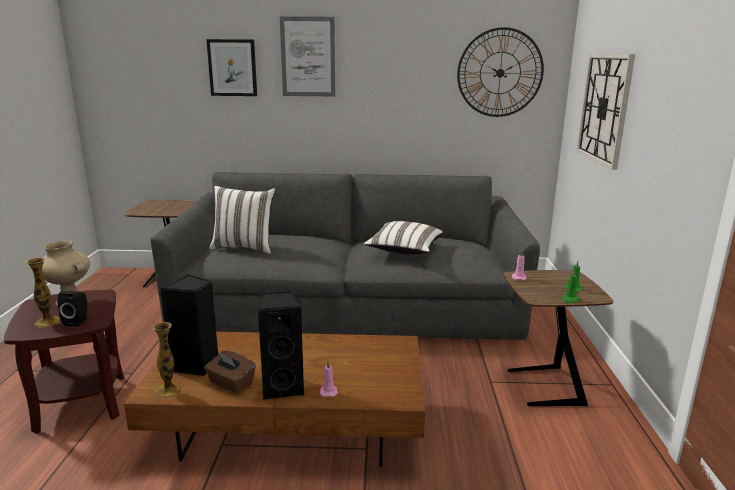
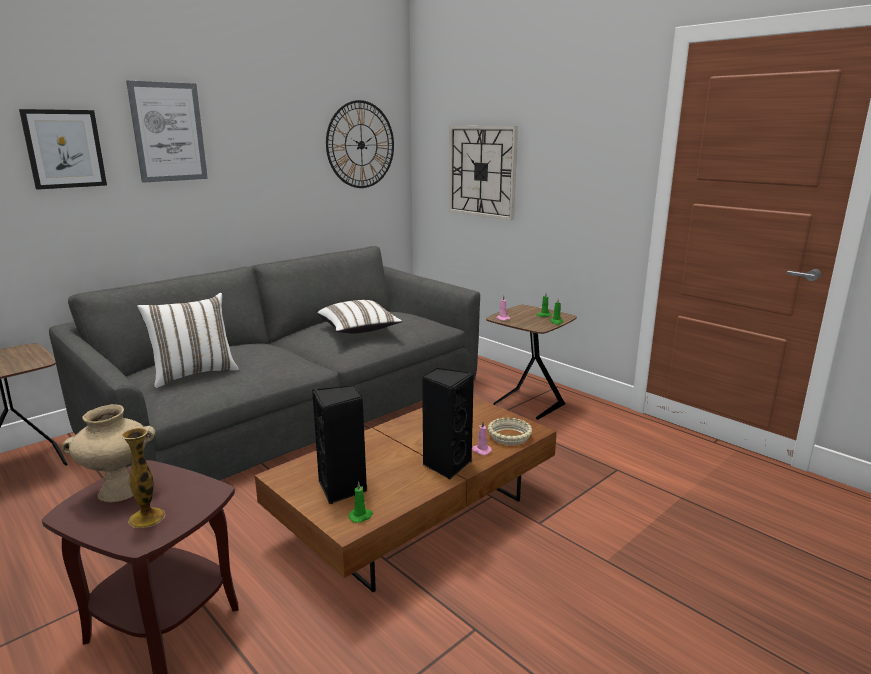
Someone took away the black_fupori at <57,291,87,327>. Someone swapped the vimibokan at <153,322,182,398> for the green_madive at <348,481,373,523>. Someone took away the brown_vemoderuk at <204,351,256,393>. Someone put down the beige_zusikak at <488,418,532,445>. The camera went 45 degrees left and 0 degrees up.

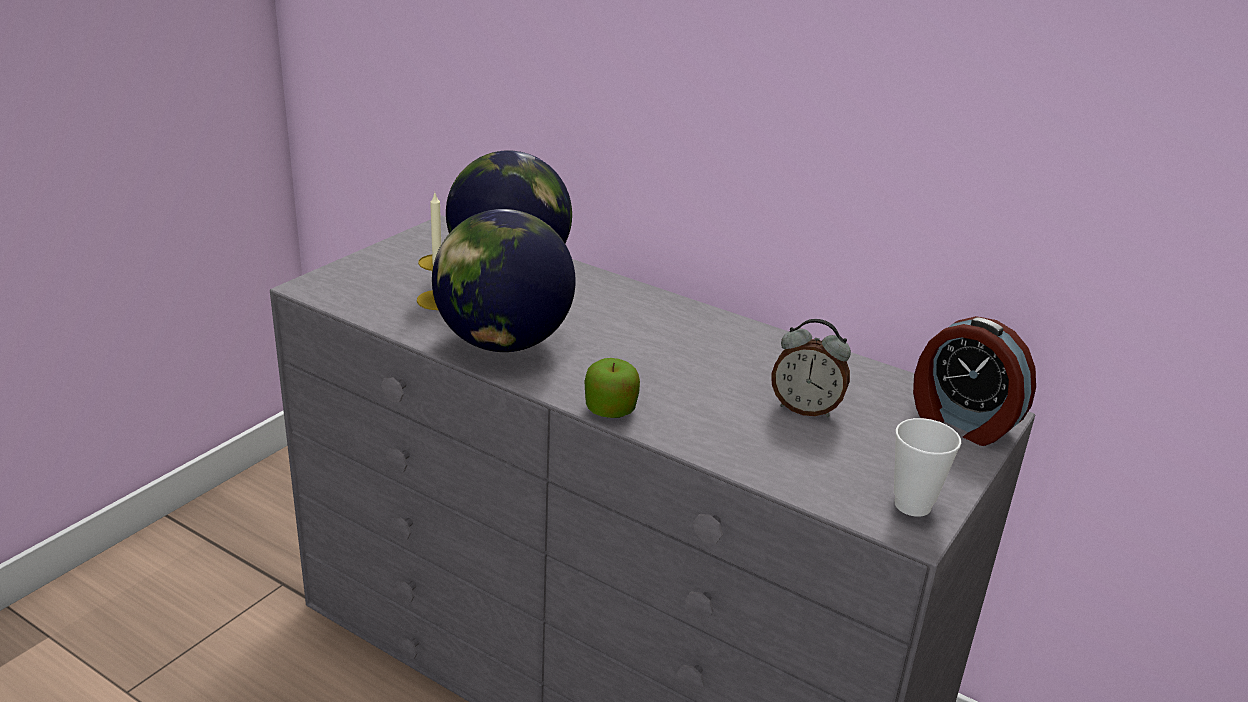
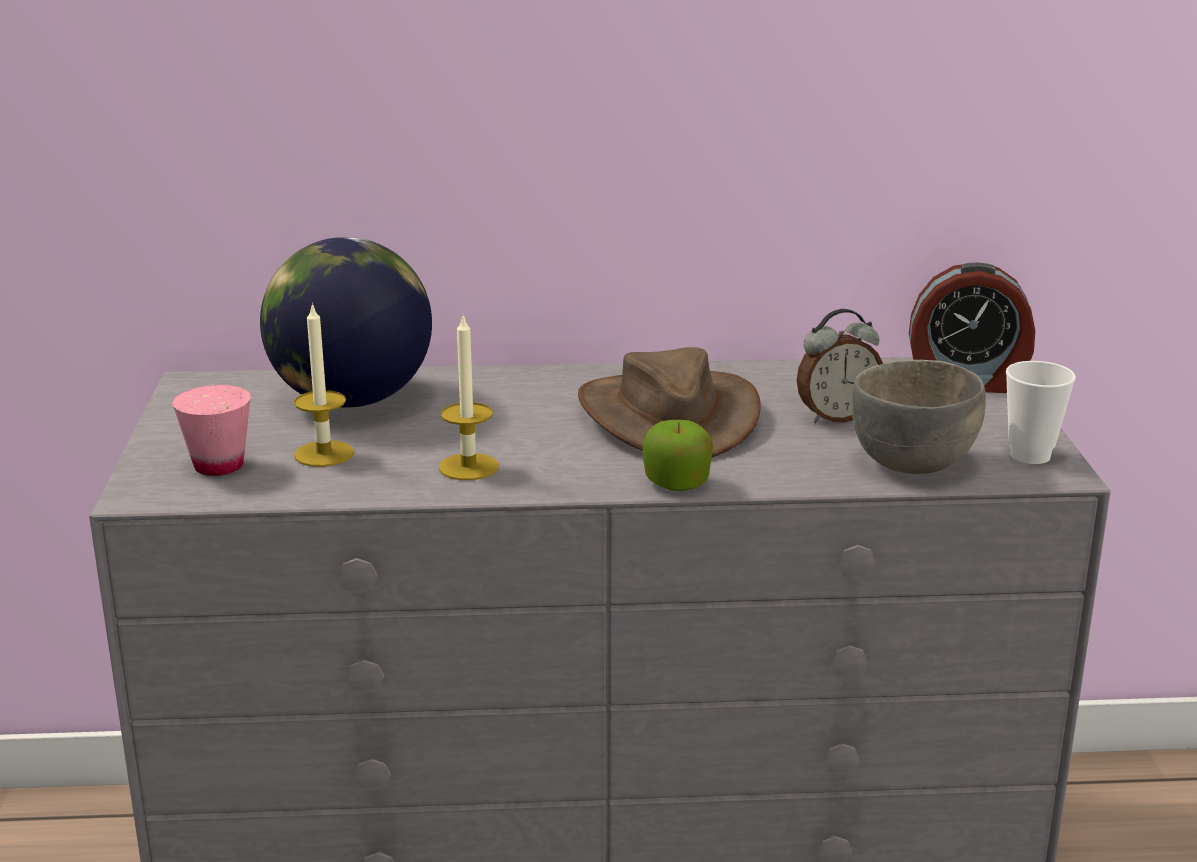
Someone swapped the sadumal at <432,209,576,352> for the madive at <439,313,499,480>. Someone put down the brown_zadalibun at <578,347,761,457>. Someone put down the grey_zusikak at <852,360,986,474>. Someone put down the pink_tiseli at <172,385,251,476>. The camera went 35 degrees left and 5 degrees down.

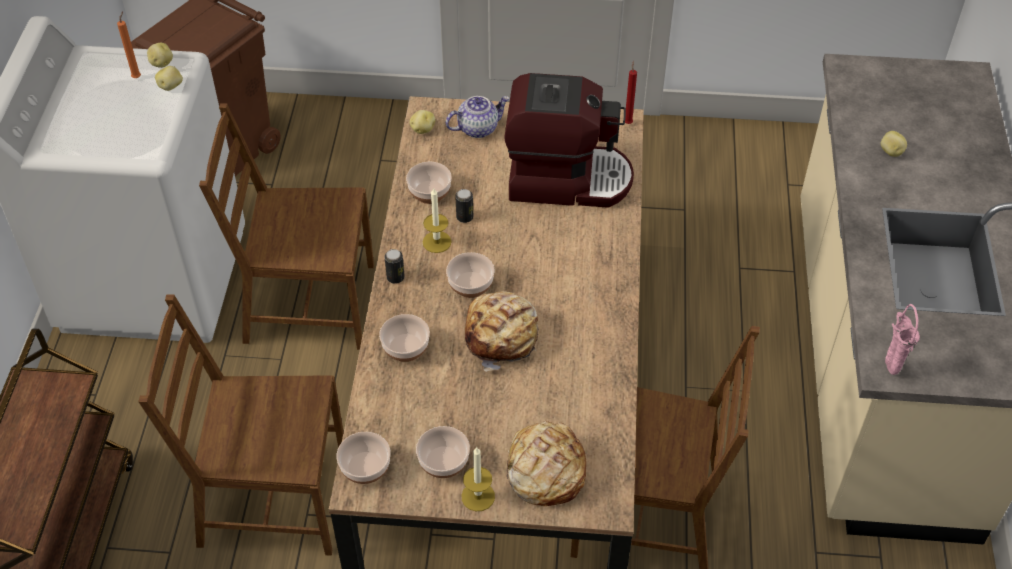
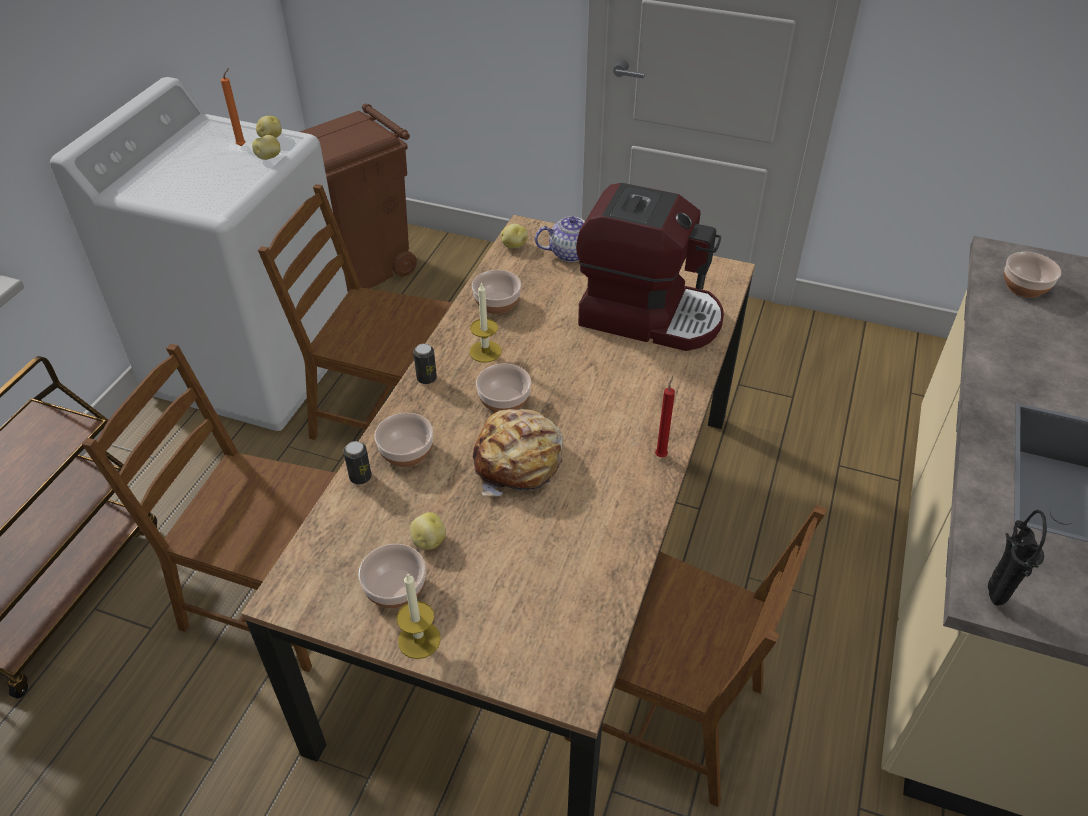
Someone carried the red_madive from <625,61,637,124> to <655,376,675,457>. Someone carried the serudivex from <881,131,907,157> to <410,512,446,550>. Someone carried the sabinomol from <455,189,473,223> to <343,441,372,484>. Someone repainted the pink_vimibokan at <885,304,920,375>, which became the black_vimibokan at <988,510,1047,606>. Someone took away the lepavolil at <507,421,586,506>. Someone carried the zusikak from <336,432,391,484> to <1004,252,1061,298>. The camera went 15 degrees right and 5 degrees down.

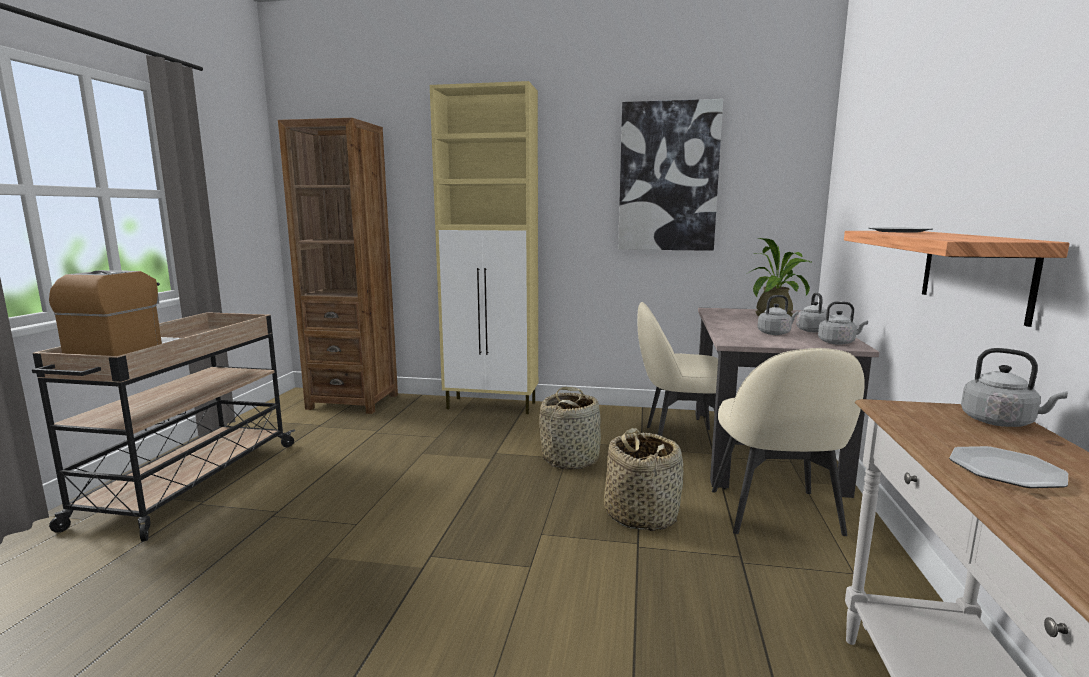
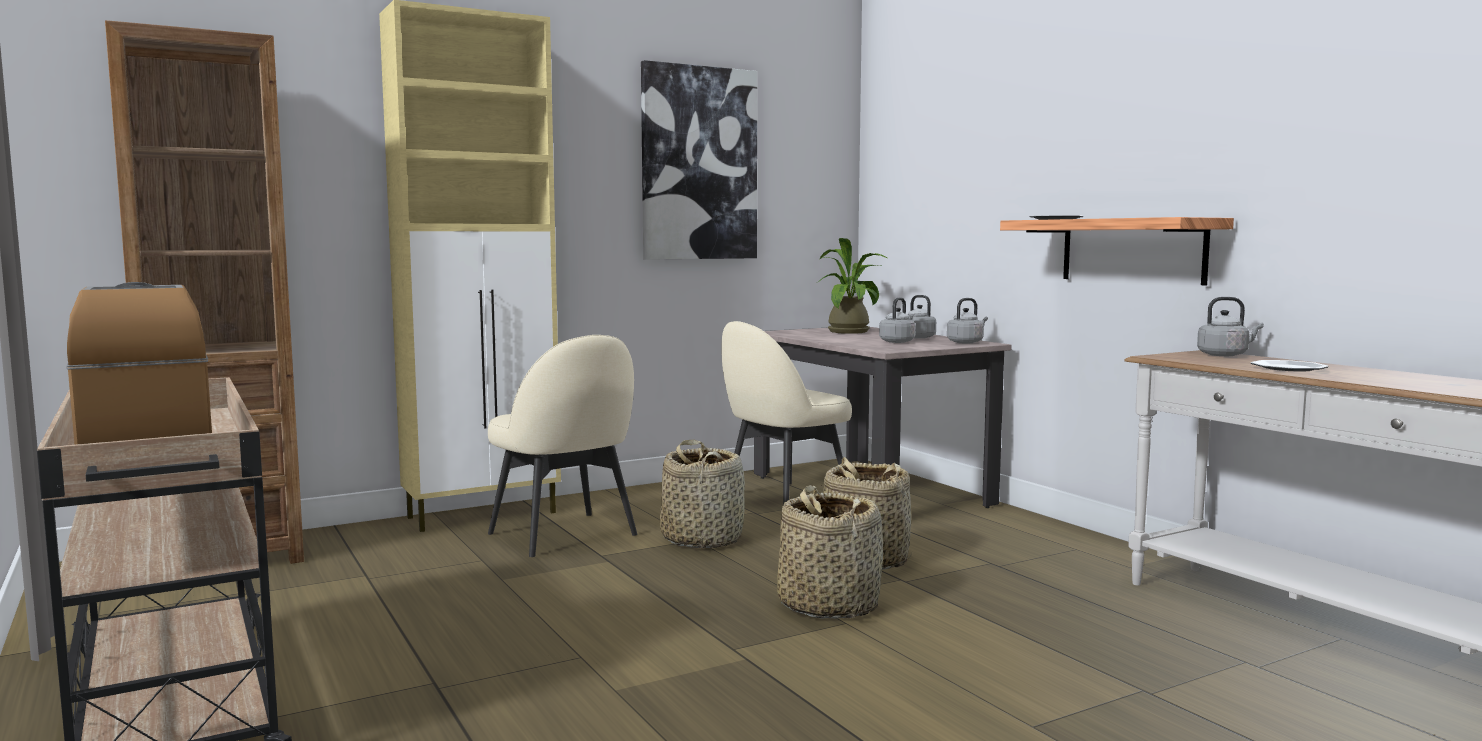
Someone carried the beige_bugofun from <712,348,865,536> to <488,335,637,557>. Someone put down the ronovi at <777,485,883,619>. The camera went 40 degrees left and 5 degrees down.

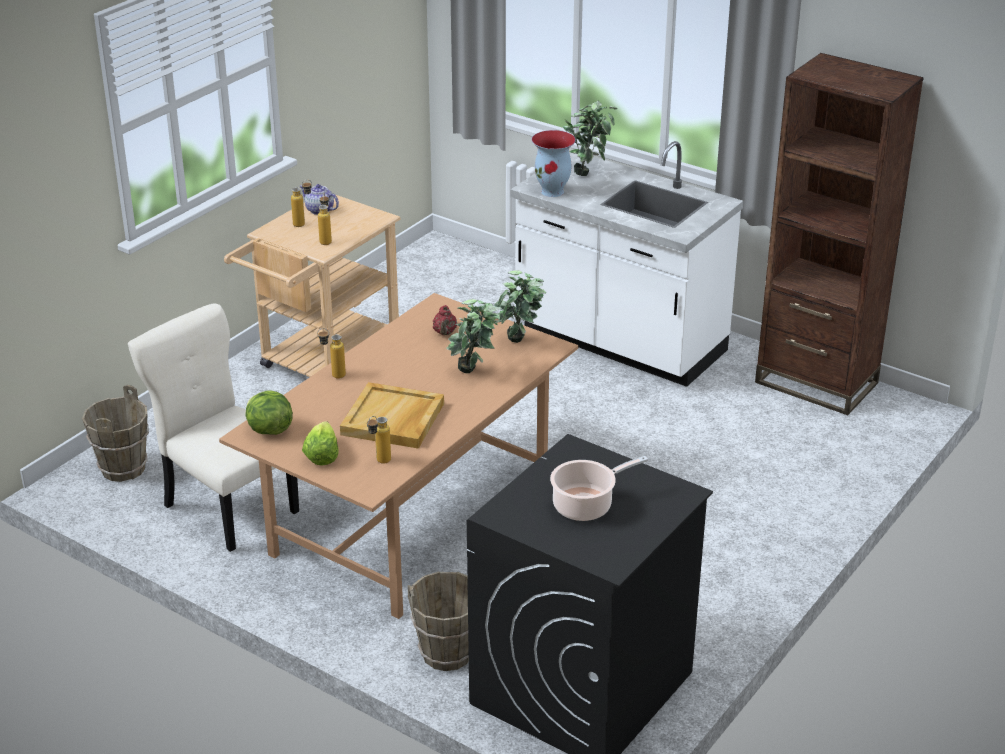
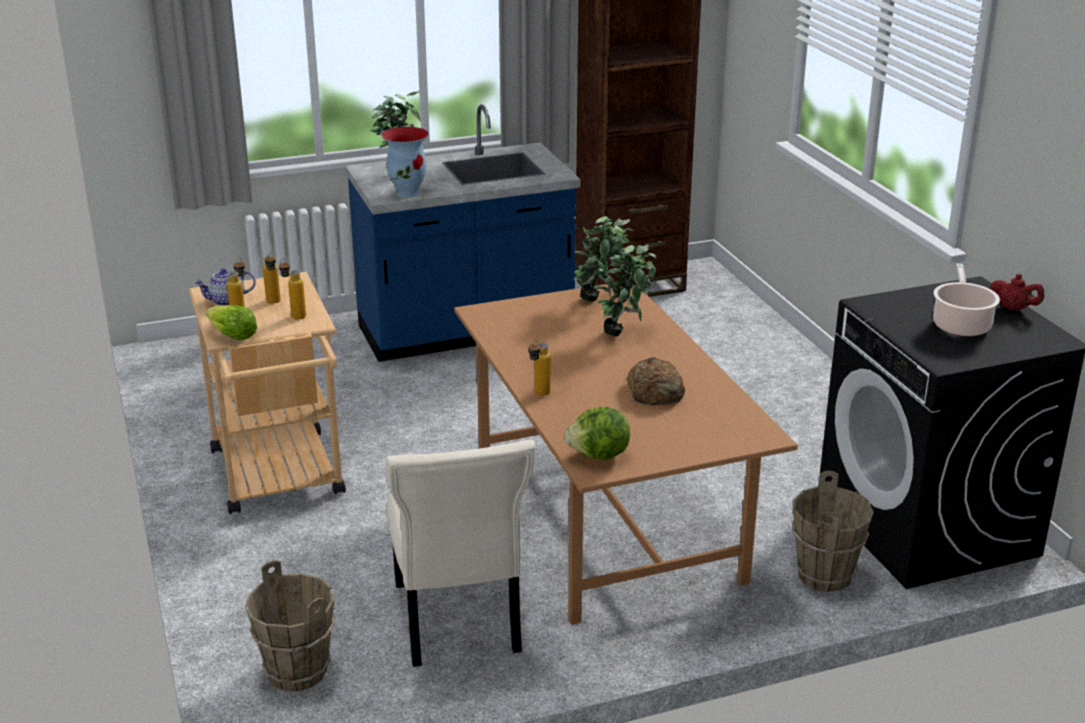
Someone repainted the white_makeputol at <510,141,744,387>, which became the blue_makeputol at <345,105,580,362>. Someone rotated the beige_bugofun at <128,303,299,552> by 90 degrees counterclockwise. Someone carried the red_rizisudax from <433,305,457,335> to <990,274,1044,311>. Someone swapped the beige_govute at <340,382,444,449> for the lepavolil at <627,357,685,406>. Someone carried the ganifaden from <367,416,391,464> to <263,252,281,304>. Someone carried the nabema from <302,421,338,466> to <206,305,257,340>. The camera went 55 degrees left and 5 degrees down.

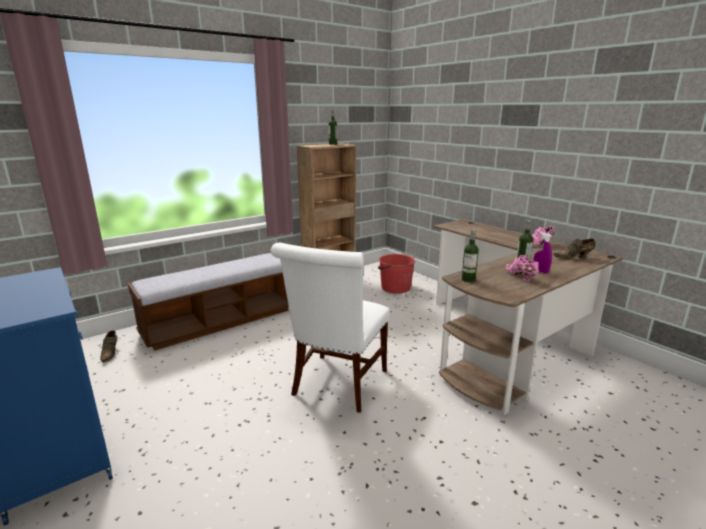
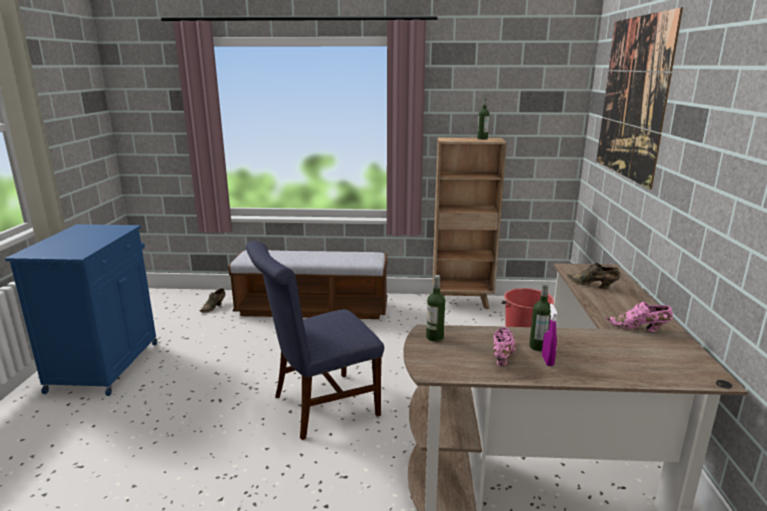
Someone carried the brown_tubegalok from <553,238,596,259> to <567,263,620,289>. Someone repainted the white_bugofun at <271,243,390,413>, which became the blue_bugofun at <246,241,384,440>. Someone put up the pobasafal at <596,7,683,189>. The camera went 40 degrees right and 0 degrees up.

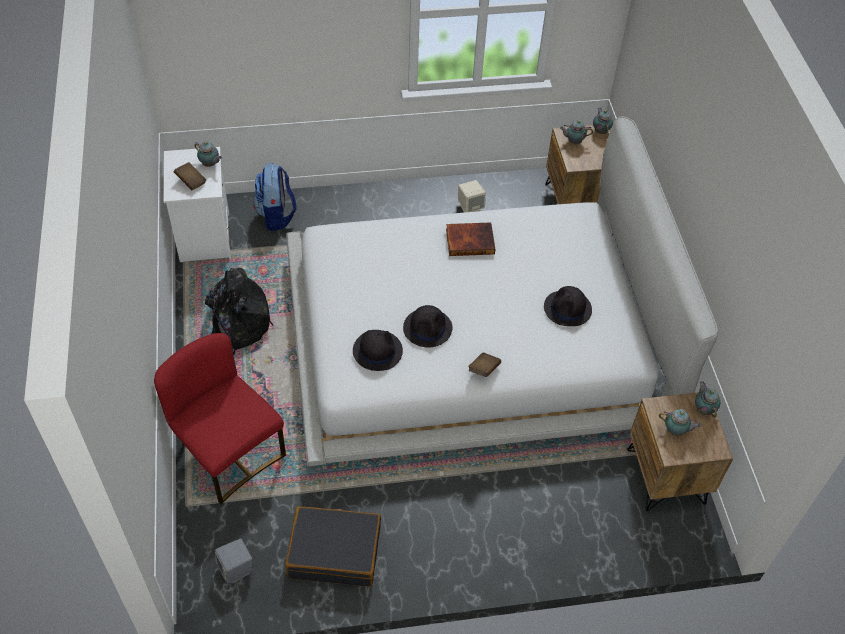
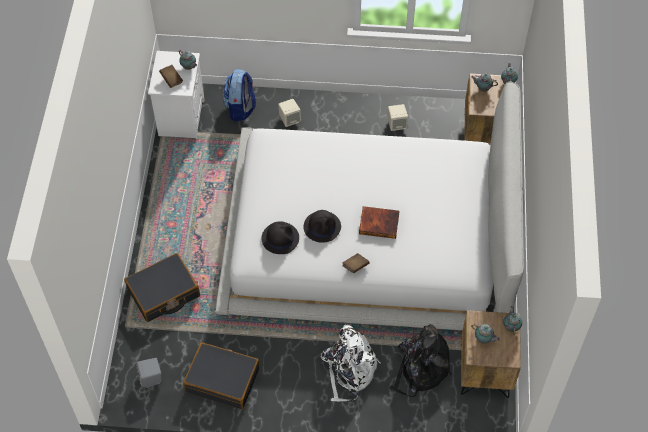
Someone carried the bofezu from <446,222,496,256> to <359,206,400,239>. Someone carried the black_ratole from <205,268,273,354> to <390,324,452,397>. Someone took away the black_zadalibun at <544,286,592,326>. Someone swapped the red_bugofun at <154,333,286,505> for the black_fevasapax at <124,253,200,322>. Someone put down the beige_fupori at <278,99,301,127>. Someone put down the white_ratole at <320,325,381,401>. The camera went 15 degrees right and 5 degrees up.

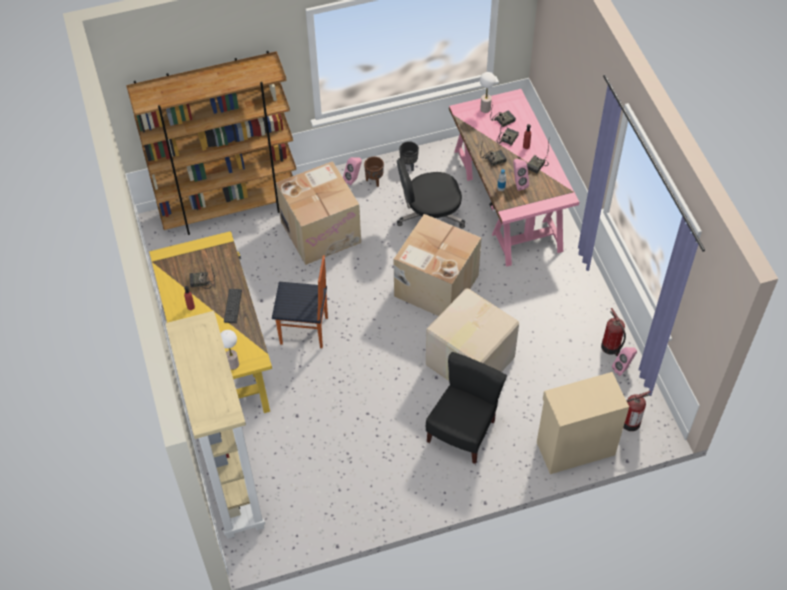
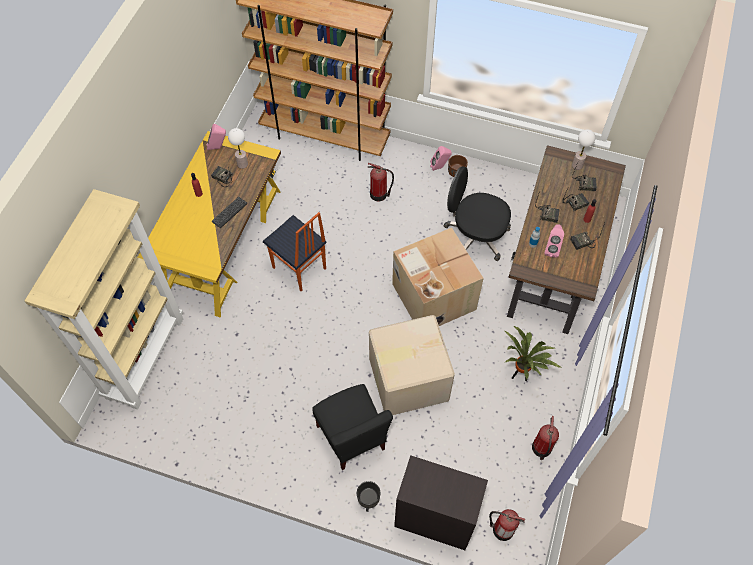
Someone repainted the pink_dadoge at <449,89,579,267>, which became the brown_dadoge at <507,145,626,334>. Someone carried the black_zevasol from <399,141,419,171> to <357,481,381,512>. Someone swapped the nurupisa at <276,161,361,265> for the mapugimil at <367,163,394,201>. Someone carried the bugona from <220,330,239,370> to <228,128,248,169>. Someone carried the pink_fupori from <612,347,637,376> to <207,124,226,150>. Someone rotated the black_bugofun at <426,352,507,464> by 90 degrees clockwise. Someone repainted the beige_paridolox at <537,372,629,474>, which became the black_paridolox at <394,455,488,550>. Someone put down the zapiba at <504,326,562,381>. The camera went 35 degrees right and 5 degrees up.

